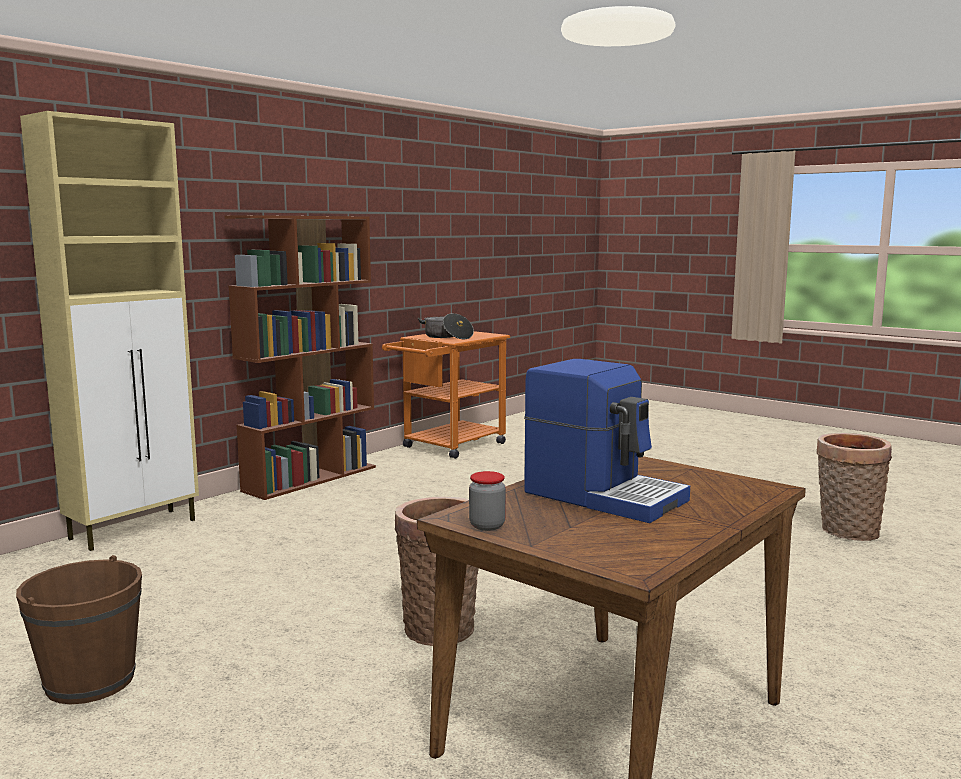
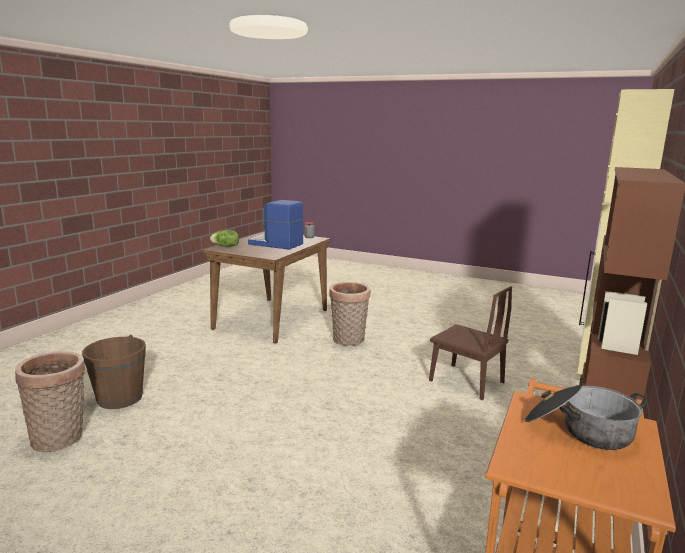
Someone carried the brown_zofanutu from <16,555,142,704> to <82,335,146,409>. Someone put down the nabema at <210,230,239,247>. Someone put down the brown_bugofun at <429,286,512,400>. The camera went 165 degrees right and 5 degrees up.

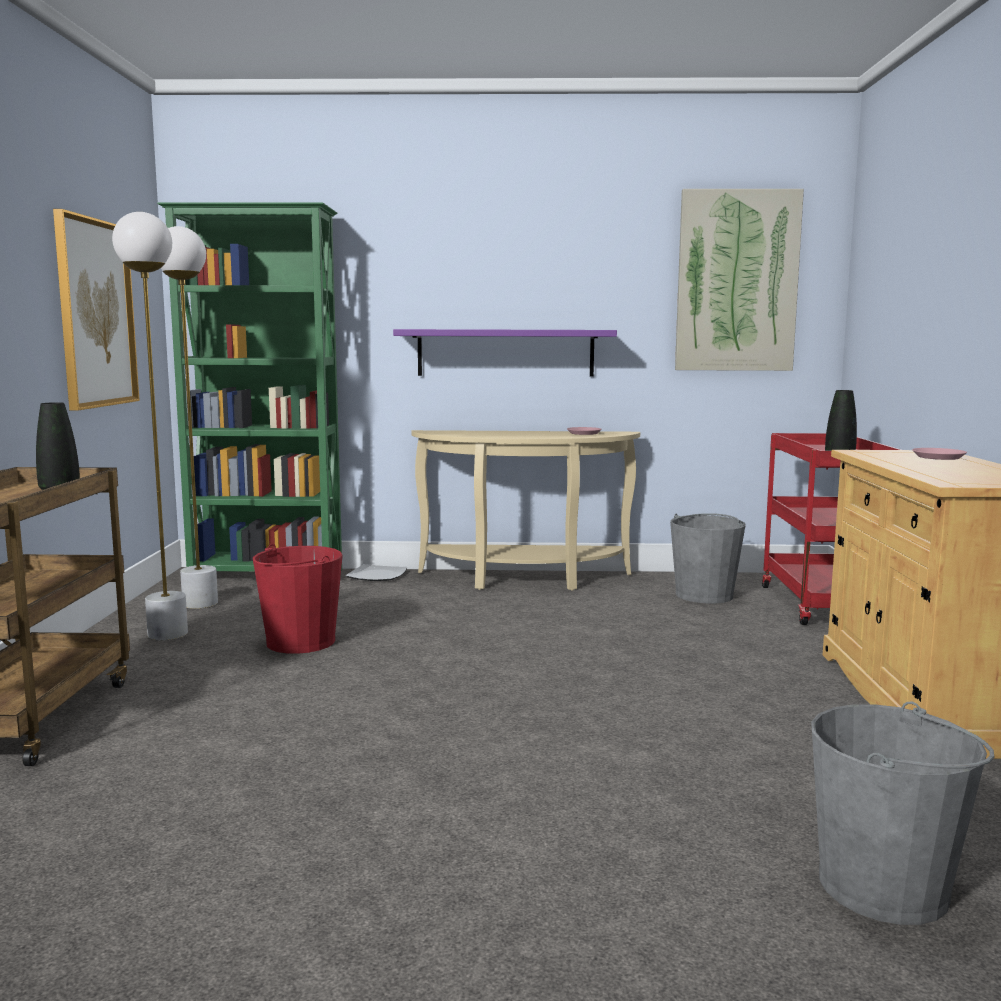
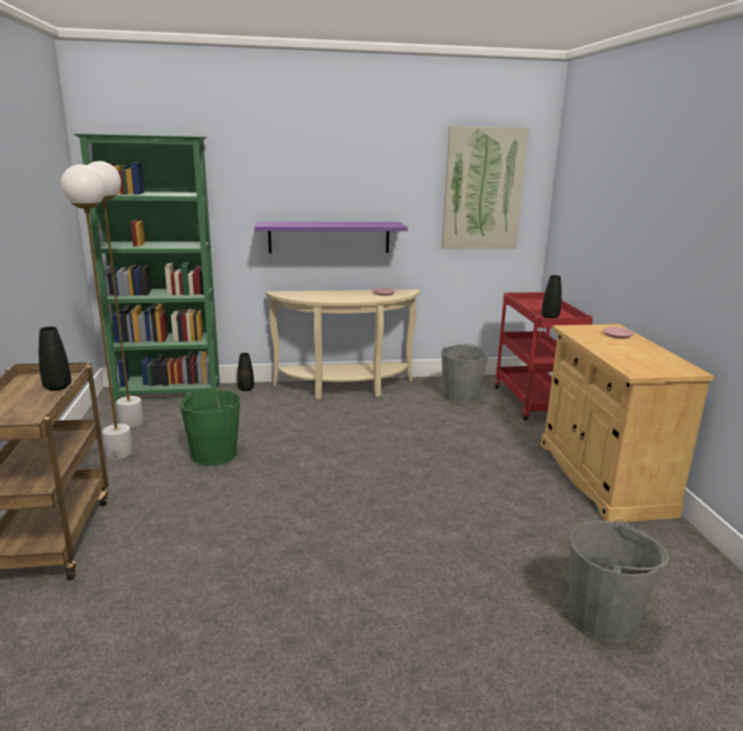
Someone took away the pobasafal at <53,209,140,411>. Someone repainted the red_zofanutu at <253,544,343,654>, which became the green_zofanutu at <180,390,240,466>. Someone swapped the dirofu at <345,564,408,581> for the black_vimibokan at <237,353,254,391>. The camera went 10 degrees left and 10 degrees up.

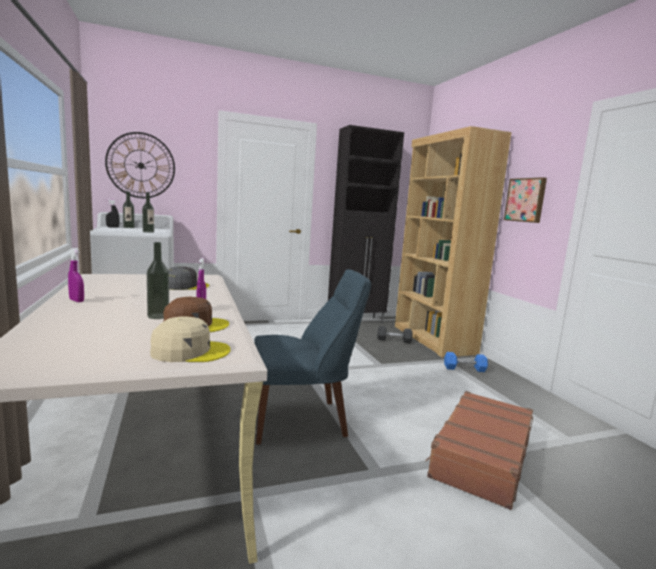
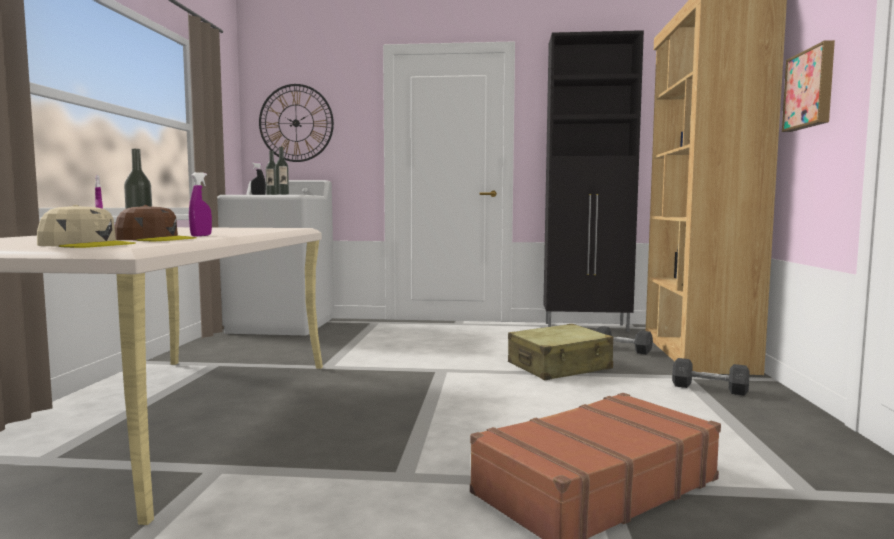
Someone took away the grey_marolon at <168,267,209,290>. Someone took away the blue_bugofun at <254,269,371,445>. Someone repainted the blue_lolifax at <444,352,488,372>, which became the grey_lolifax at <672,358,750,396>. Someone put down the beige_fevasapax at <508,324,613,380>. The camera went 25 degrees right and 5 degrees down.

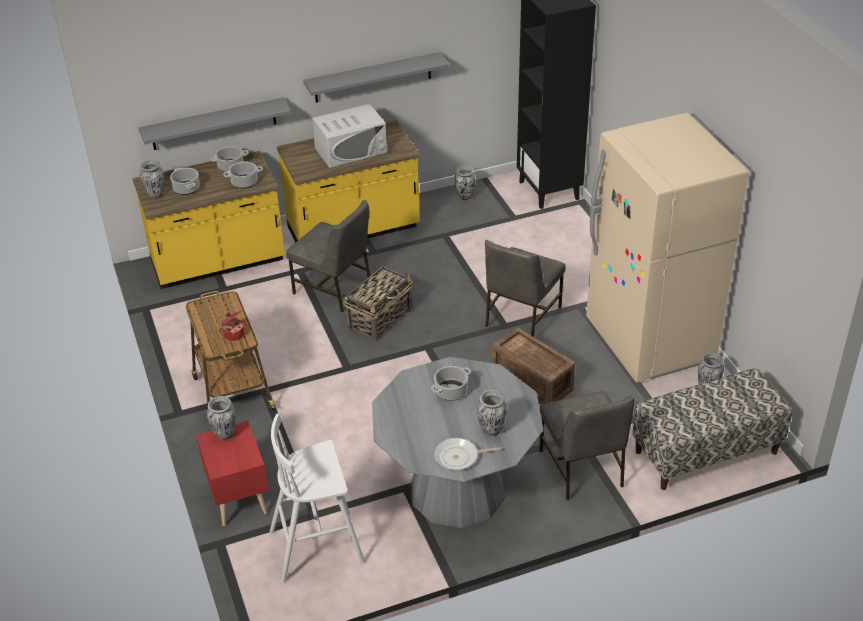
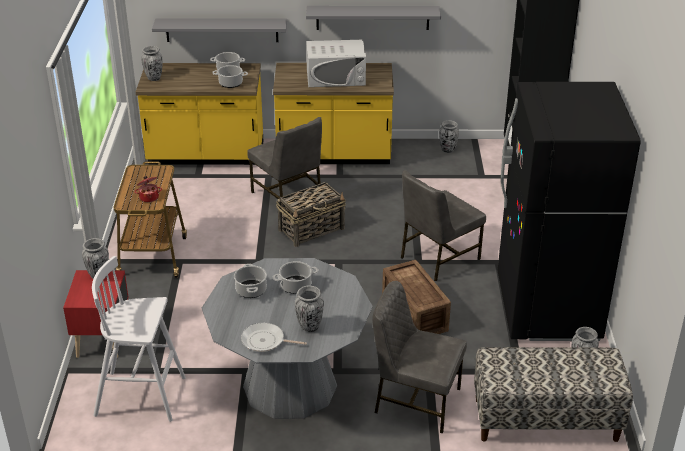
Someone repainted the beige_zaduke at <586,113,749,383>, which became the black_zaduke at <498,82,641,341>. Someone carried the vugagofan from <170,168,200,195> to <234,264,267,298>. Someone rotated the grey_bugofun at <539,391,634,500> by 105 degrees clockwise. The camera went 20 degrees right and 5 degrees down.

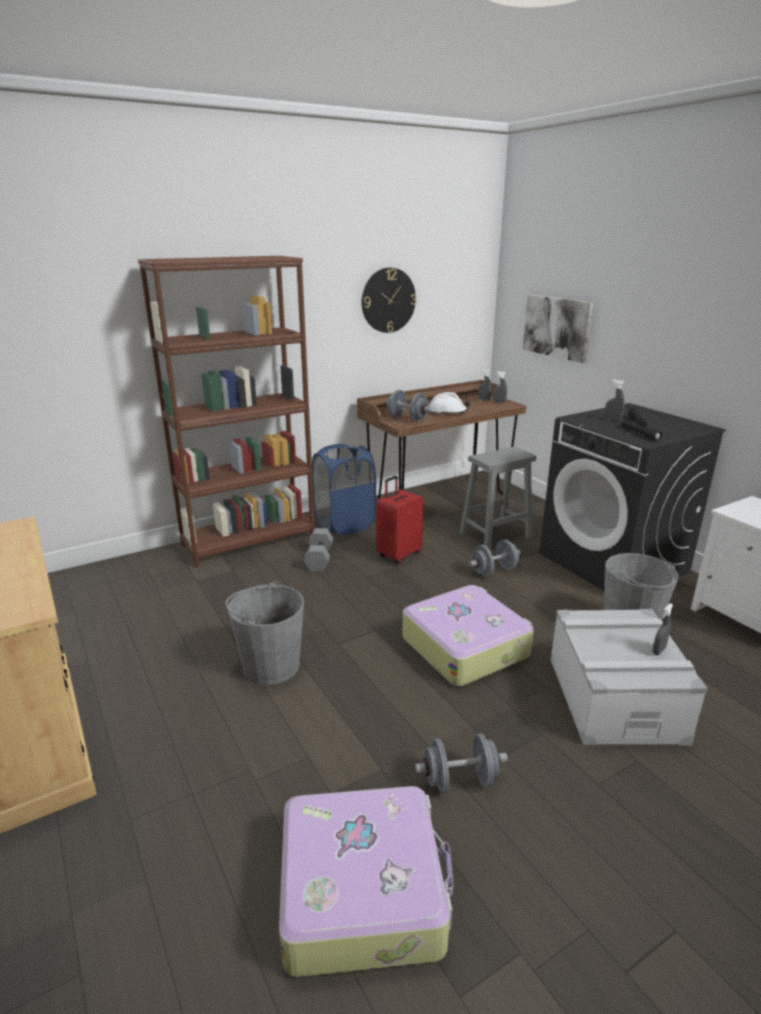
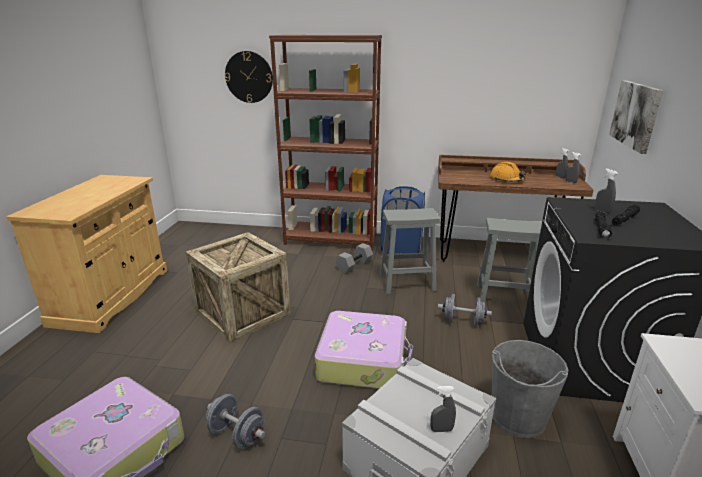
Someone carried the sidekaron from <362,268,417,333> to <225,51,273,103>. Someone took away the grey_lolifax at <386,390,431,422>. Someone repainted the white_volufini at <429,392,471,415>, which became the orange_volufini at <490,162,526,182>. Someone swapped the red_fevasapax at <376,476,423,564> for the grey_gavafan at <380,208,441,294>. Someone swapped the grey_zofanutu at <226,581,304,685> for the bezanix at <186,232,291,343>. The camera went 40 degrees right and 0 degrees up.

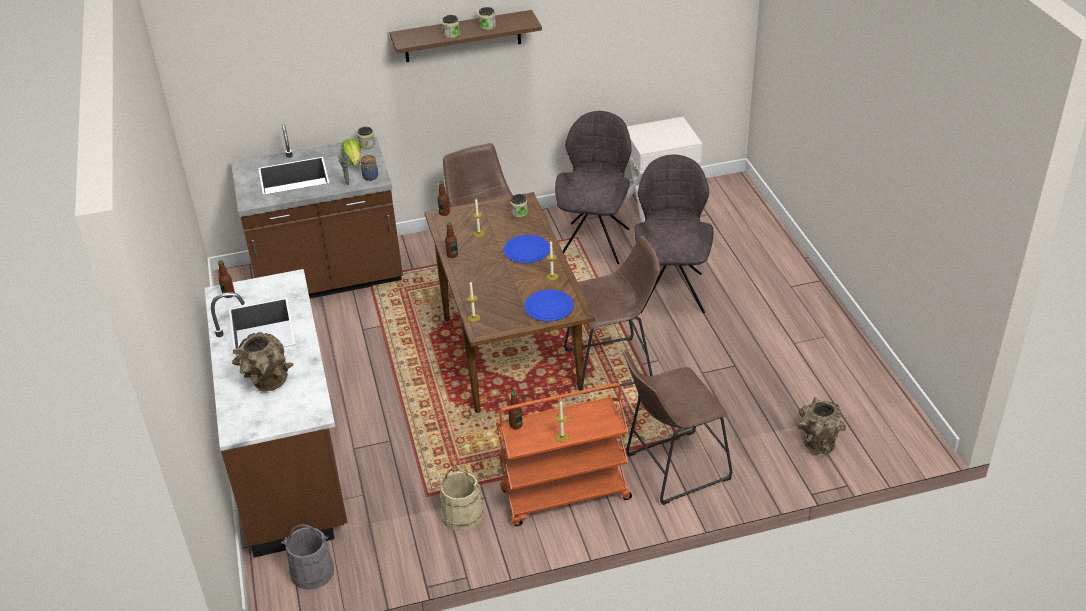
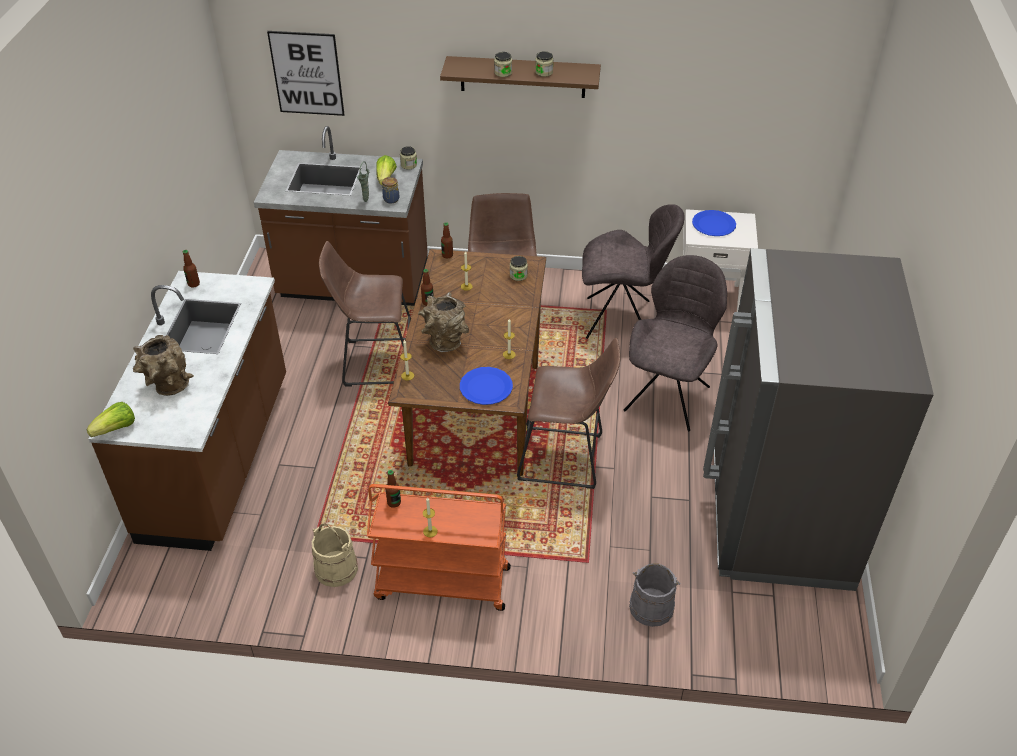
Someone rotated the grey_bugofun at <555,111,632,264> by 60 degrees clockwise. Someone carried the blue_dirofu from <503,235,550,263> to <692,210,736,236>. Someone carried the brown_gavafan from <623,351,732,505> to <319,241,411,387>. Someone carried the brown_vimibokan from <797,397,846,455> to <418,292,469,352>. Someone carried the grey_zofanutu from <281,524,334,590> to <629,563,680,627>. Someone put up the pobasafal at <267,31,345,116>. Someone put down the grey_zaduke at <703,248,934,591>. Someone put down the nabema at <86,402,135,437>. The camera went 20 degrees right and 5 degrees up.

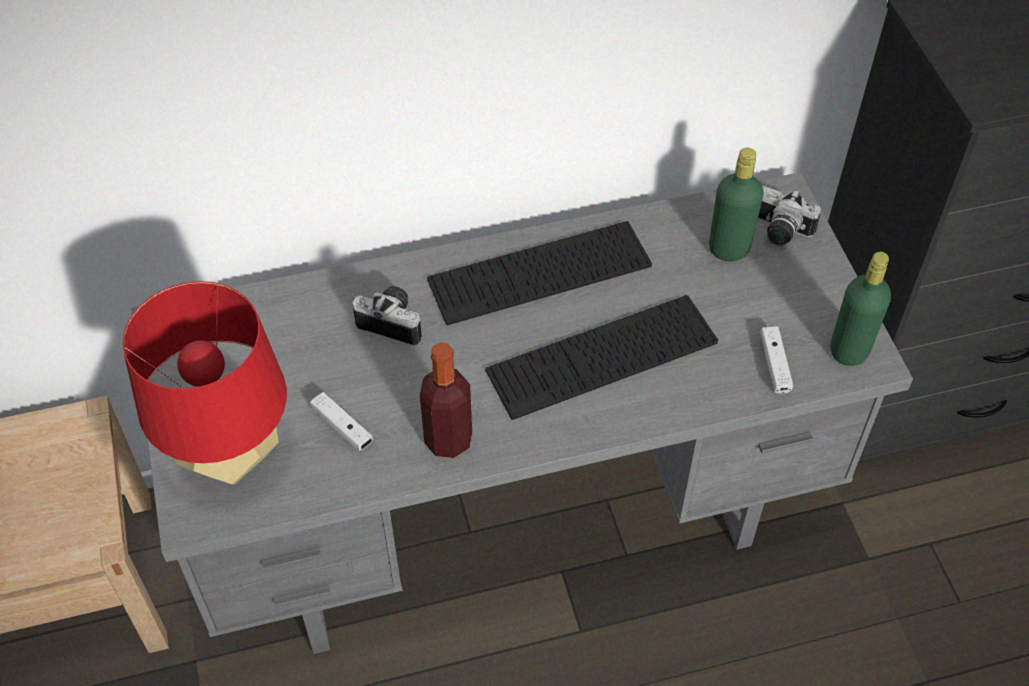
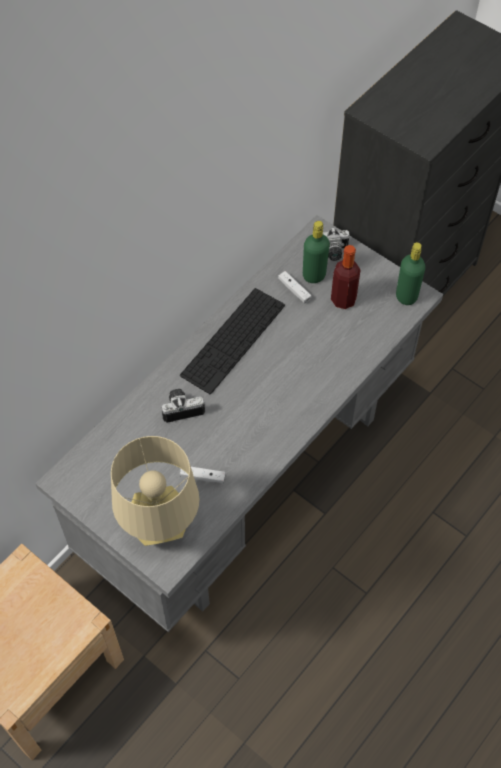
Someone repainted the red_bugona at <122,281,287,484>, which became the beige_bugona at <111,436,199,546>. Someone took away the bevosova at <485,295,718,420>. Someone carried the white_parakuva from <760,326,793,394> to <278,271,312,303>. Someone carried the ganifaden from <420,342,472,458> to <331,245,361,309>. The camera went 35 degrees left and 5 degrees up.

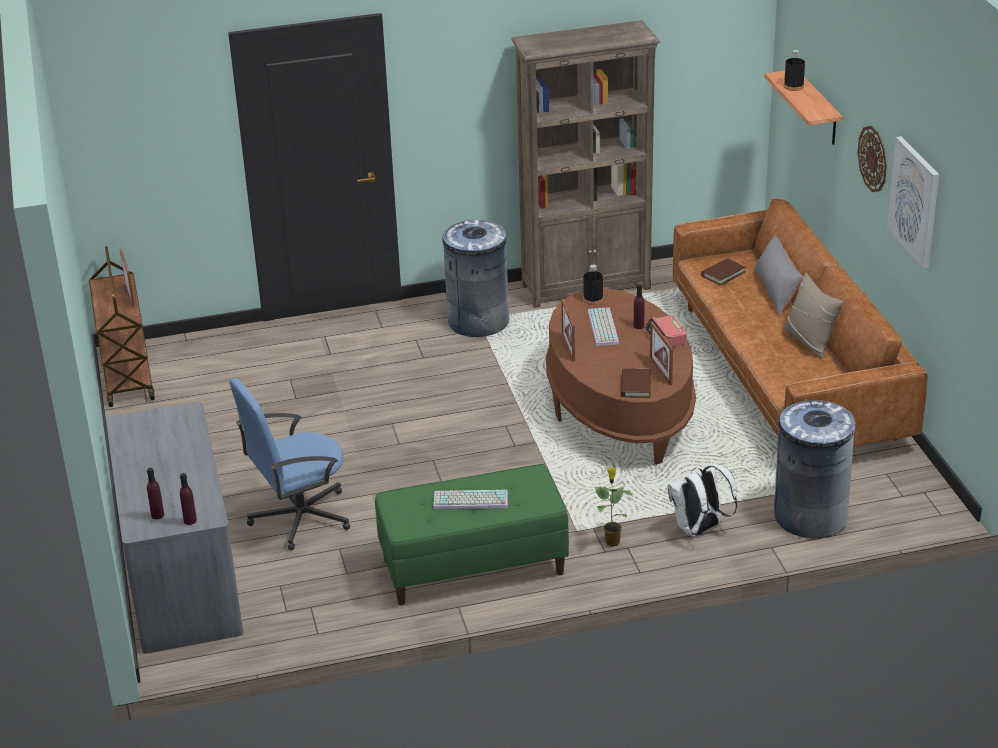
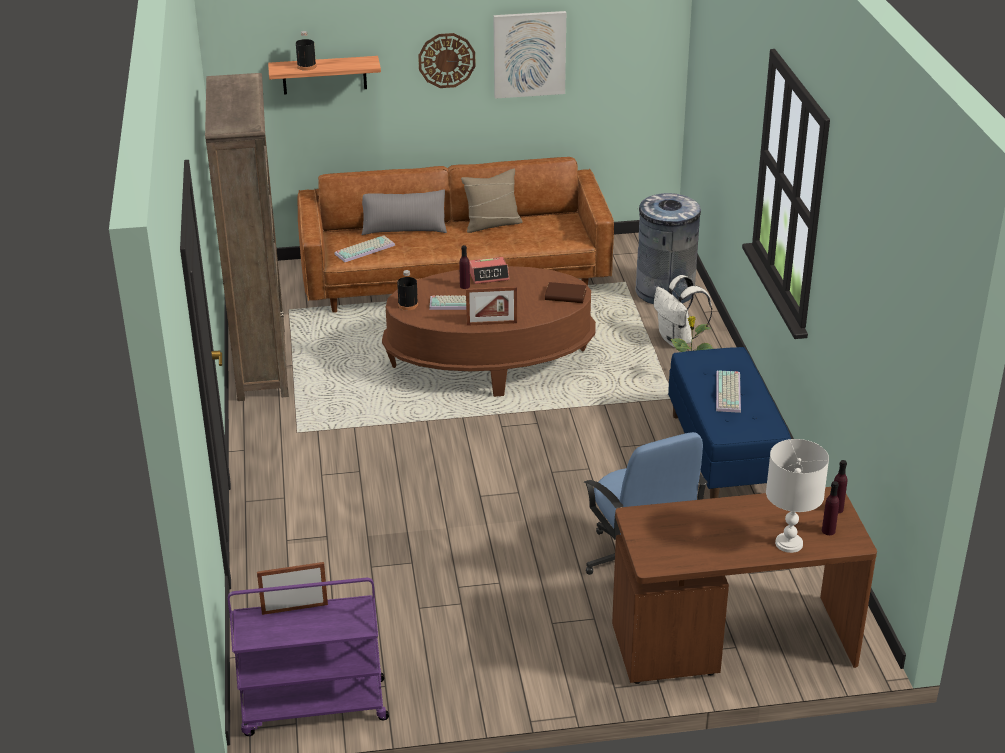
Someone took away the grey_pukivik at <442,220,510,337>. Someone repainted the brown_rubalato at <89,246,155,407>, which became the purple_rubalato at <228,578,389,736>. Someone swapped the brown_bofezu at <701,258,746,285> for the bevosova at <334,235,395,262>. Someone took away the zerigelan at <650,321,673,385>. Someone repainted the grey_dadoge at <106,402,243,654>, which became the brown_dadoge at <612,487,877,684>. Someone repainted the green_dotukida at <375,464,569,605>, which became the blue_dotukida at <668,347,791,499>. Someone put down the white_bugona at <766,439,829,553>. The camera went 85 degrees left and 0 degrees up.

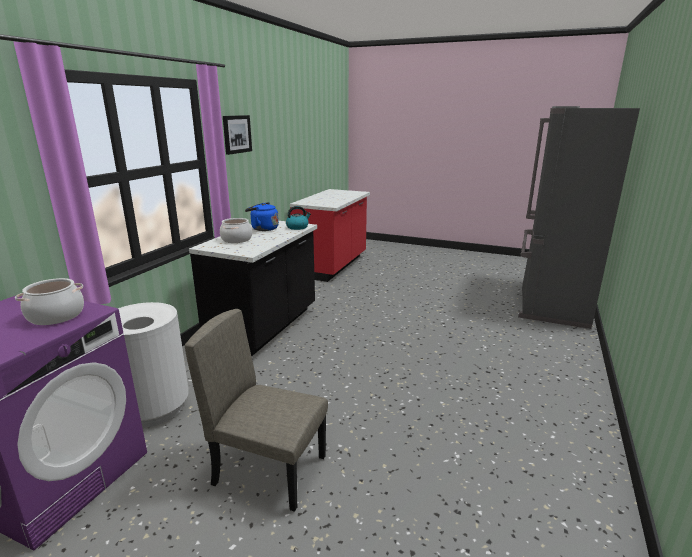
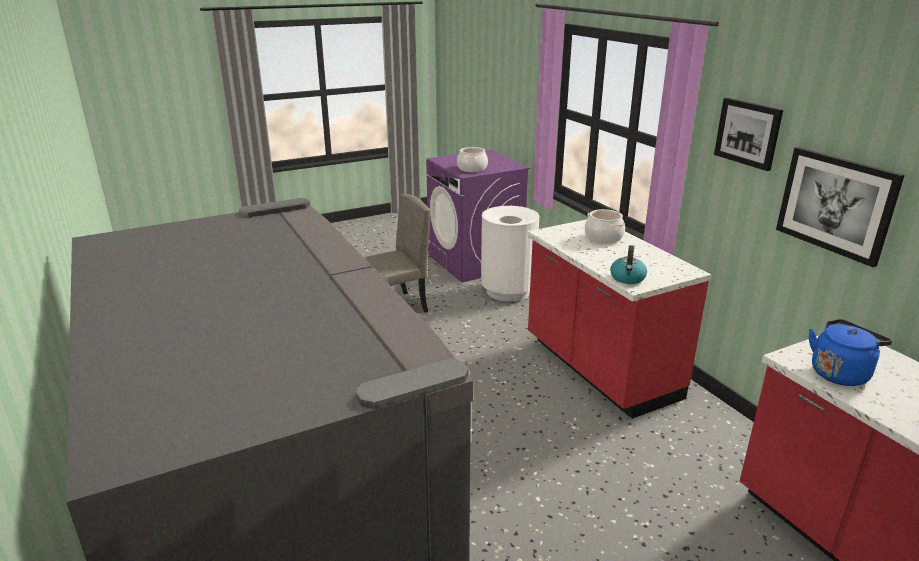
Someone carried the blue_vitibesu from <245,202,279,231> to <809,319,892,386>. Someone repainted the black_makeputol at <189,221,317,357>, which became the red_makeputol at <527,219,711,419>. Someone put up the pobasafal at <776,147,905,267>. The camera went 130 degrees right and 5 degrees up.

